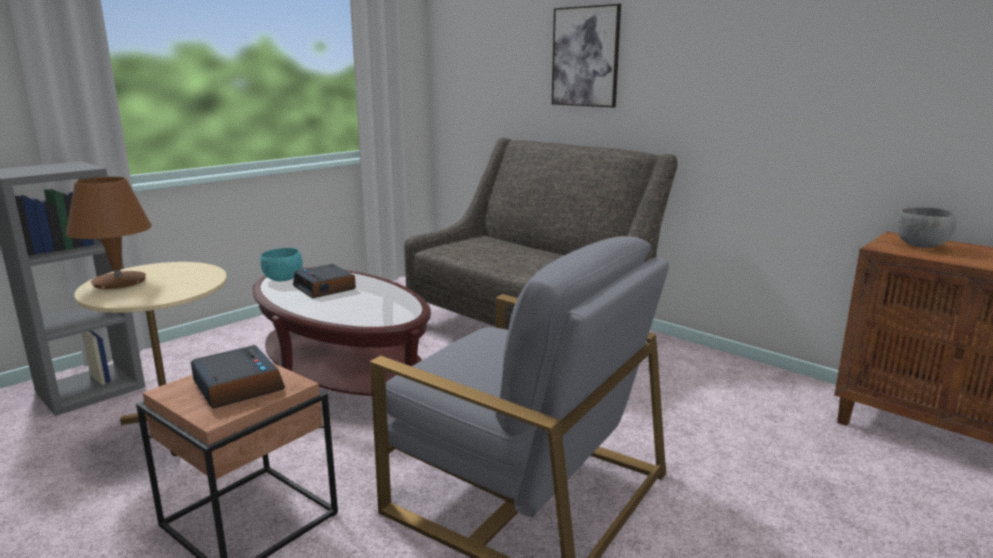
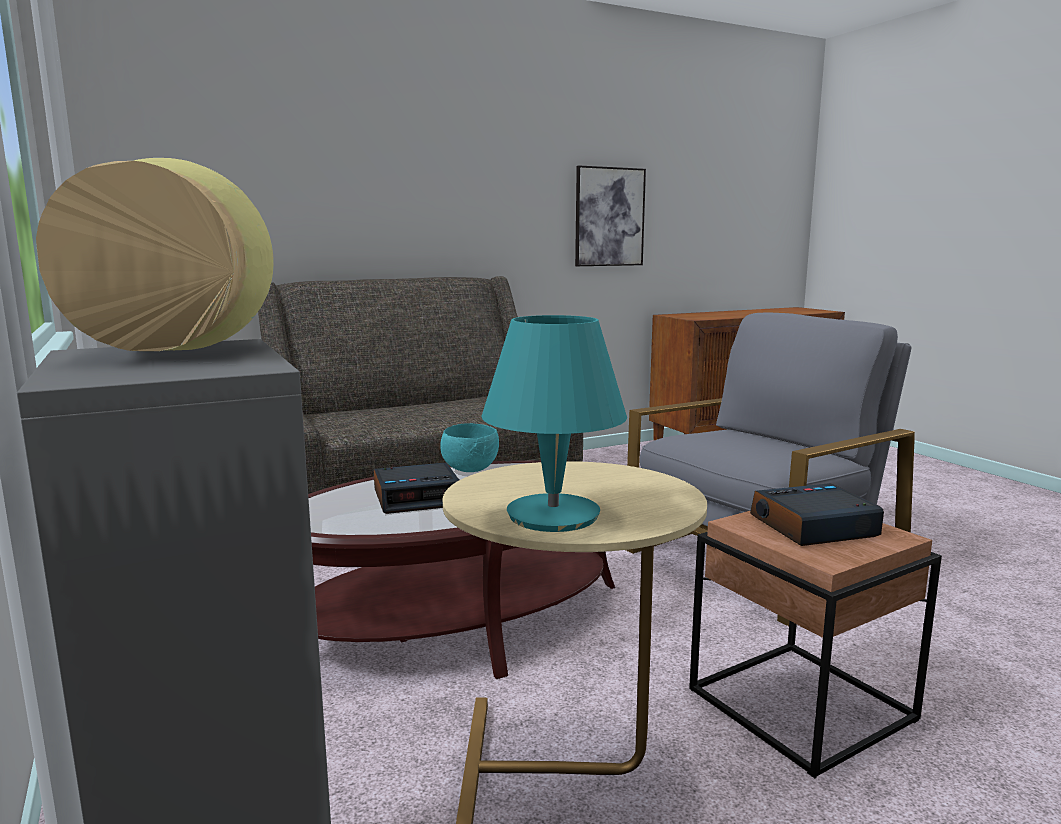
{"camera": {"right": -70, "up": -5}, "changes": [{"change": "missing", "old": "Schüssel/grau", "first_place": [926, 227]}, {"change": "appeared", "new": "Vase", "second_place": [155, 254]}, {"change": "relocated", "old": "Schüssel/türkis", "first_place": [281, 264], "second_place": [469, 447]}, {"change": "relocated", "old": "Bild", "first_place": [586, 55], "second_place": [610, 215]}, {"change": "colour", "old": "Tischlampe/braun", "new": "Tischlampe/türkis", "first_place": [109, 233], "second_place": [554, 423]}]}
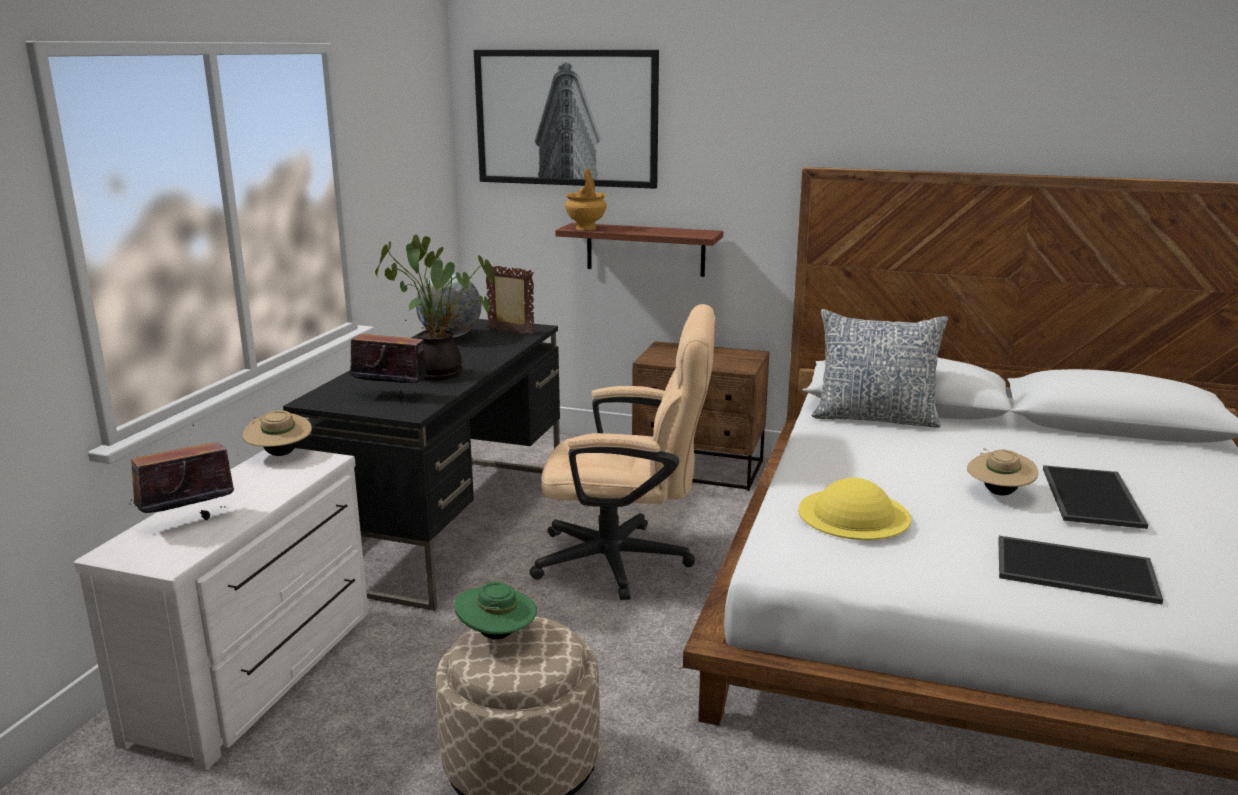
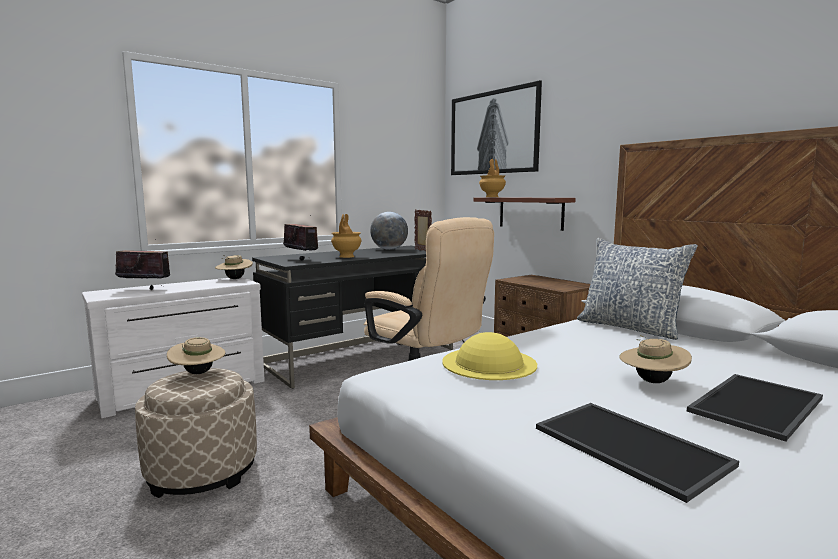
{"camera": {"right": 35, "up": -10}, "changes": [{"change": "exchanged", "old": "Topfpflanze", "new": "Vase/braun", "first_place": [435, 308], "second_place": [346, 236]}, {"change": "colour", "old": "Hut/grün", "new": "Hut/beige", "first_place": [495, 610], "second_place": [196, 355]}]}
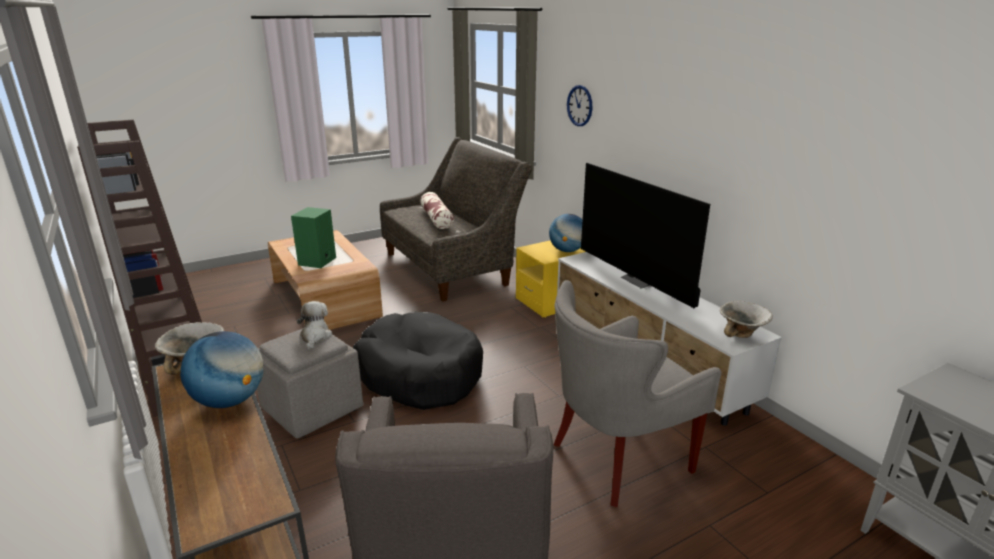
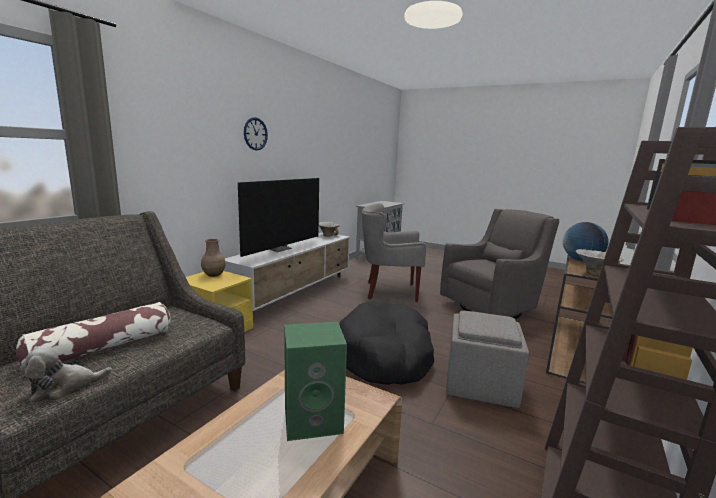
{"camera": {"right": -120, "up": -10}, "changes": [{"change": "relocated", "old": "Plüschtier", "first_place": [314, 325], "second_place": [65, 374]}, {"change": "relocated", "old": "Wanduhr", "first_place": [579, 105], "second_place": [256, 134]}, {"change": "exchanged", "old": "Globus", "new": "Vase/braun", "first_place": [565, 233], "second_place": [213, 258]}, {"change": "spun", "old": "Sessel/grau", "first_place": [637, 393], "second_place": [394, 252], "degrees": 150}]}
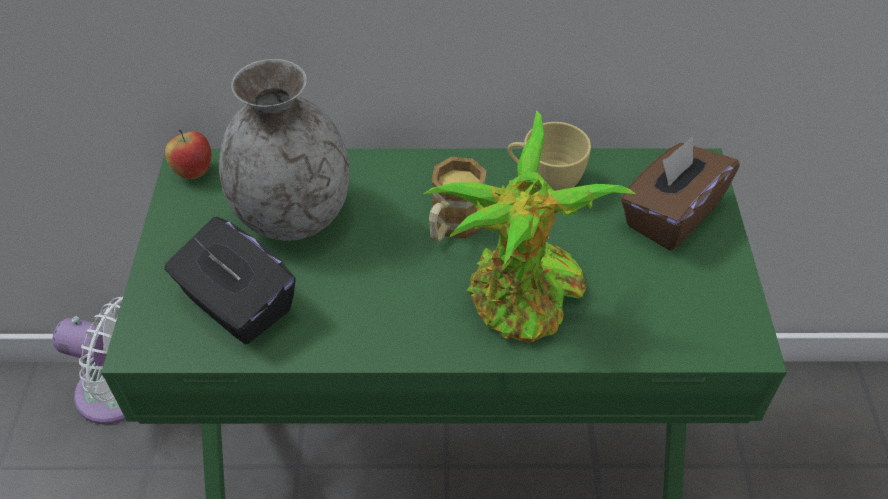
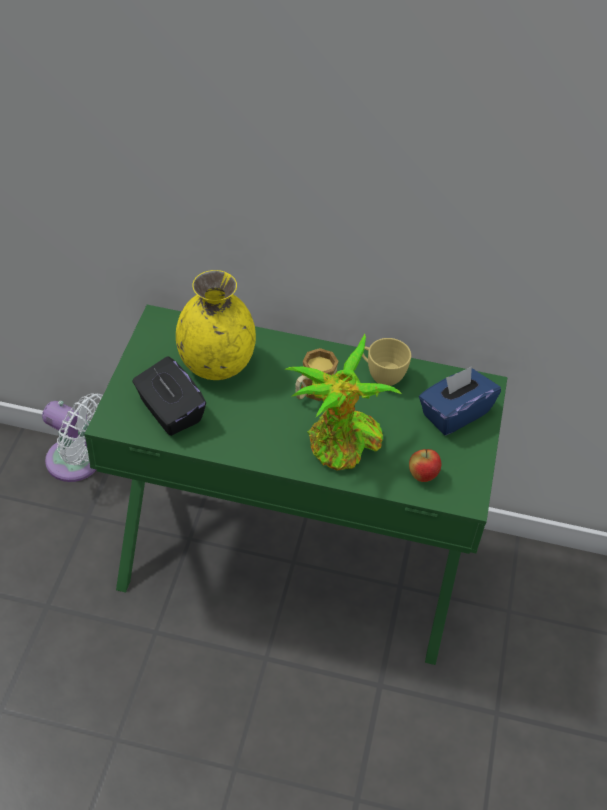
{"camera": {"right": 10, "up": 0}, "changes": [{"change": "relocated", "old": "Apfel", "first_place": [188, 154], "second_place": [425, 465]}, {"change": "colour", "old": "Vase/grau", "new": "Vase/gelb", "first_place": [284, 150], "second_place": [216, 325]}, {"change": "colour", "old": "Taschentuchbox/braun", "new": "Taschentuchbox/blau", "first_place": [680, 193], "second_place": [460, 400]}]}
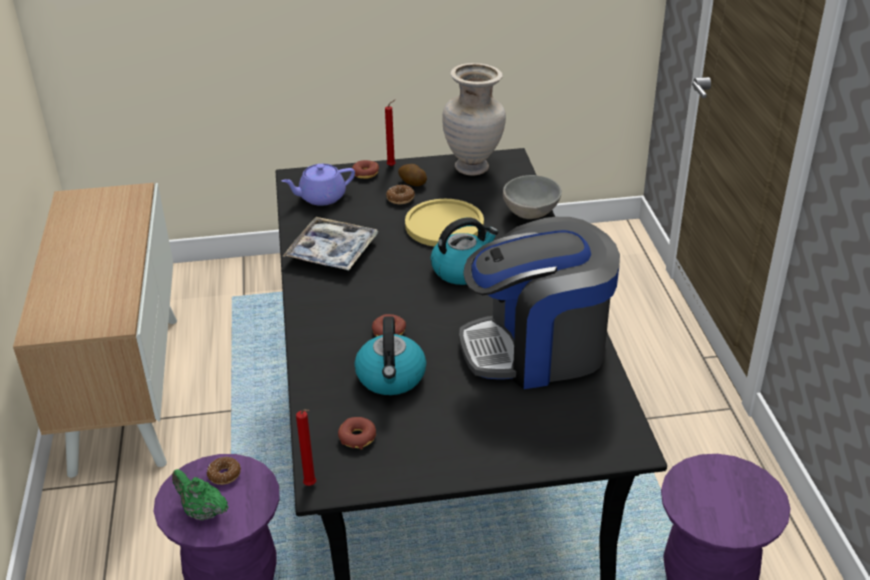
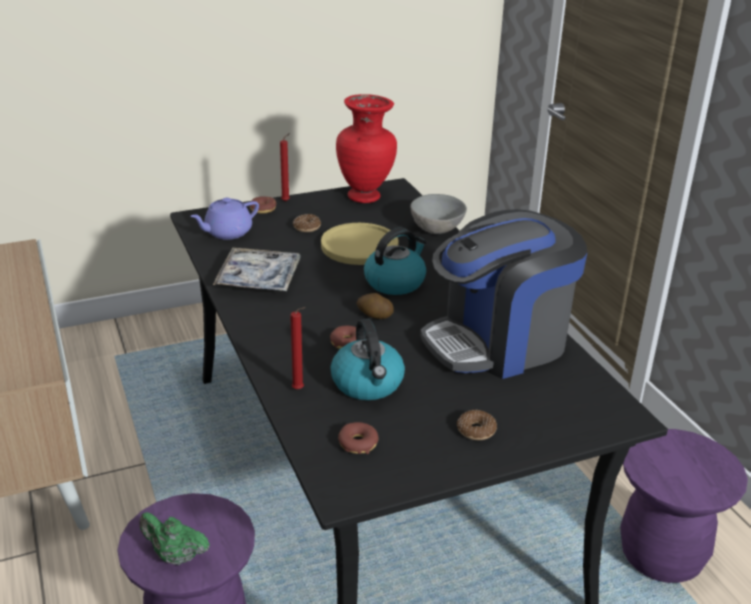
{"camera": {"right": -15, "up": -5}, "changes": [{"change": "relocated", "old": "Donut", "first_place": [224, 470], "second_place": [477, 425]}, {"change": "relocated", "old": "Kerze/rot", "first_place": [306, 447], "second_place": [297, 348]}, {"change": "relocated", "old": "Kartoffel", "first_place": [412, 175], "second_place": [375, 306]}, {"change": "colour", "old": "Vase/beige", "new": "Vase/rot", "first_place": [474, 119], "second_place": [366, 148]}]}
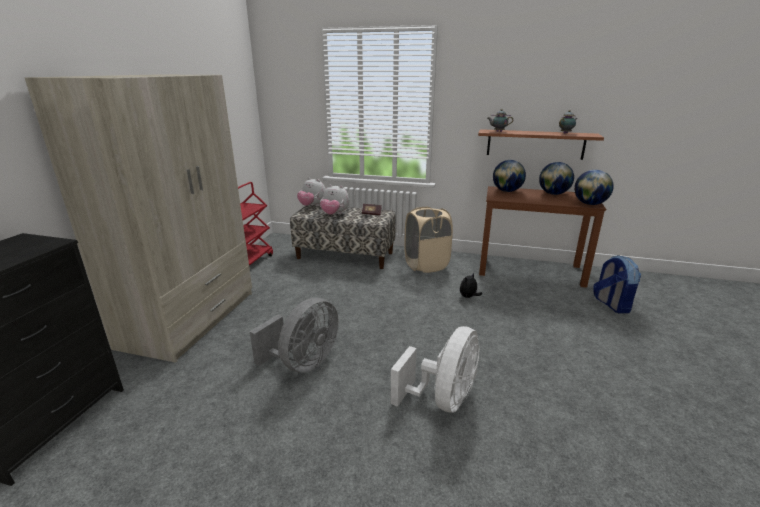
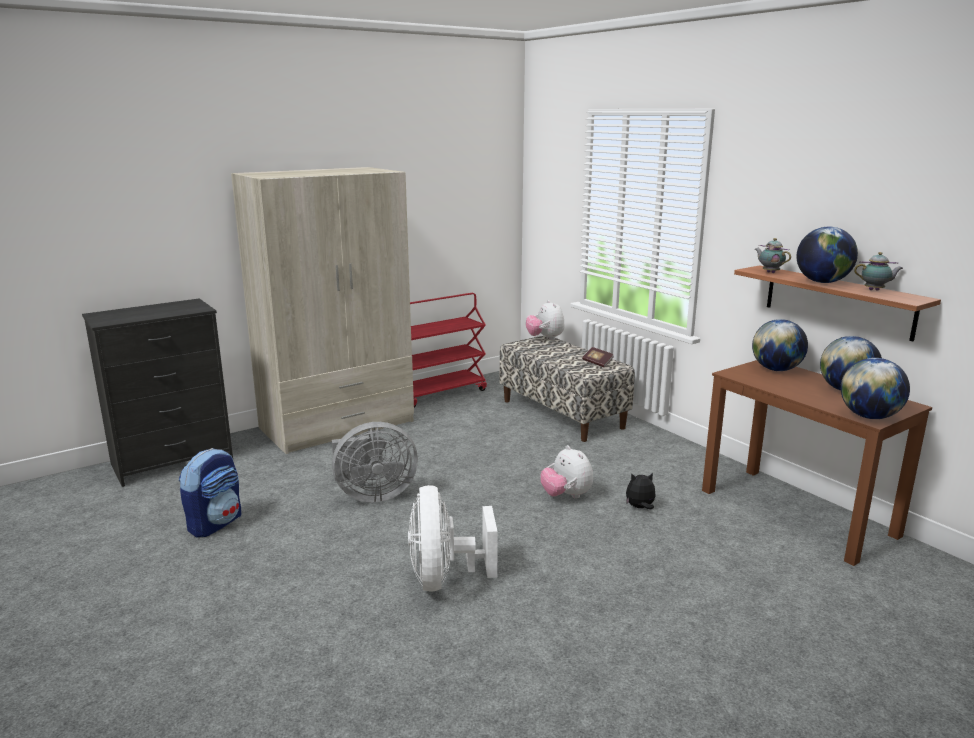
{"camera": {"right": 40, "up": -5}, "changes": [{"change": "missing", "old": "Wäschekorb/beige", "first_place": [428, 239]}, {"change": "appeared", "new": "Globus", "second_place": [827, 255]}, {"change": "relocated", "old": "Plüschtier", "first_place": [334, 199], "second_place": [566, 471]}, {"change": "relocated", "old": "Rucksack", "first_place": [617, 284], "second_place": [210, 493]}, {"change": "spun", "old": "Ventilator/weiß", "first_place": [435, 369], "second_place": [453, 538], "degrees": 105}]}
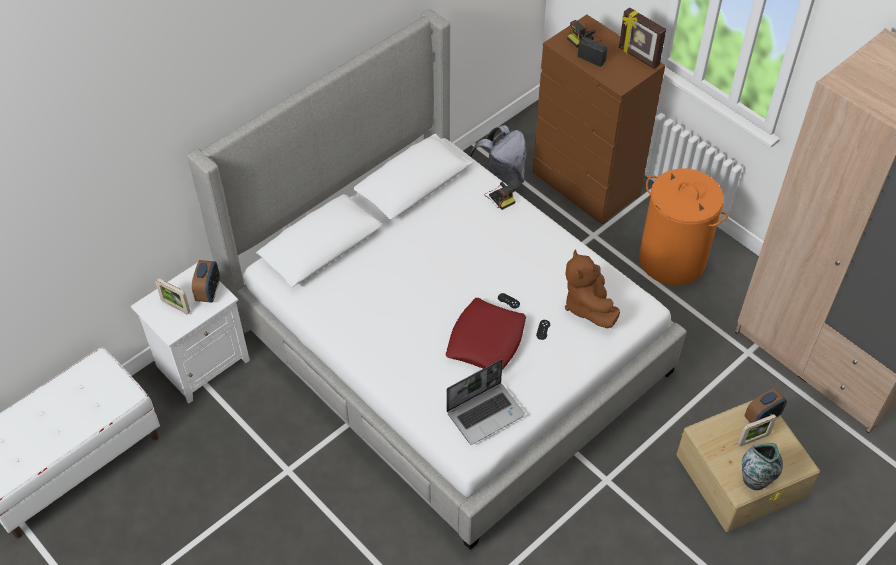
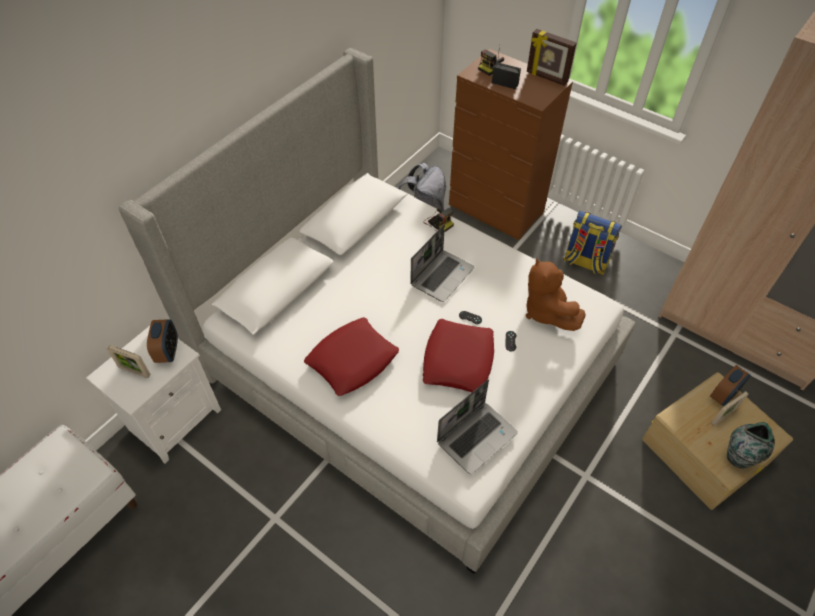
{"camera": {"right": -10, "up": 0}, "changes": [{"change": "appeared", "new": "Kissen/rot", "second_place": [351, 356]}, {"change": "appeared", "new": "Laptop", "second_place": [442, 263]}, {"change": "exchanged", "old": "Wäschekorb/orange", "new": "Rucksack", "first_place": [683, 227], "second_place": [593, 243]}]}
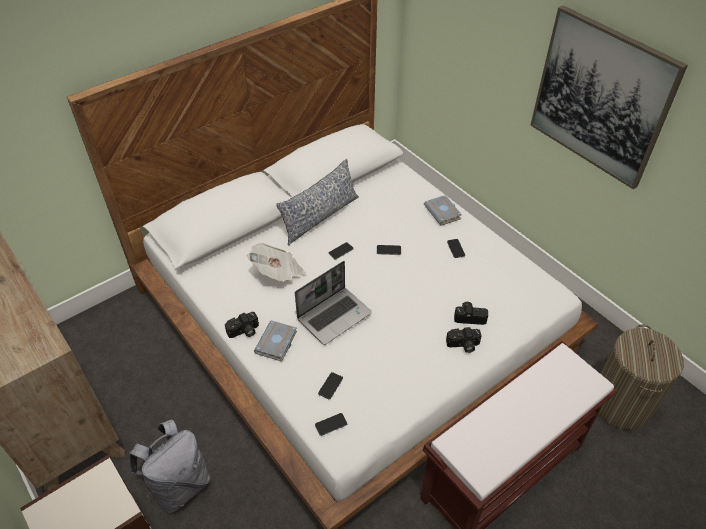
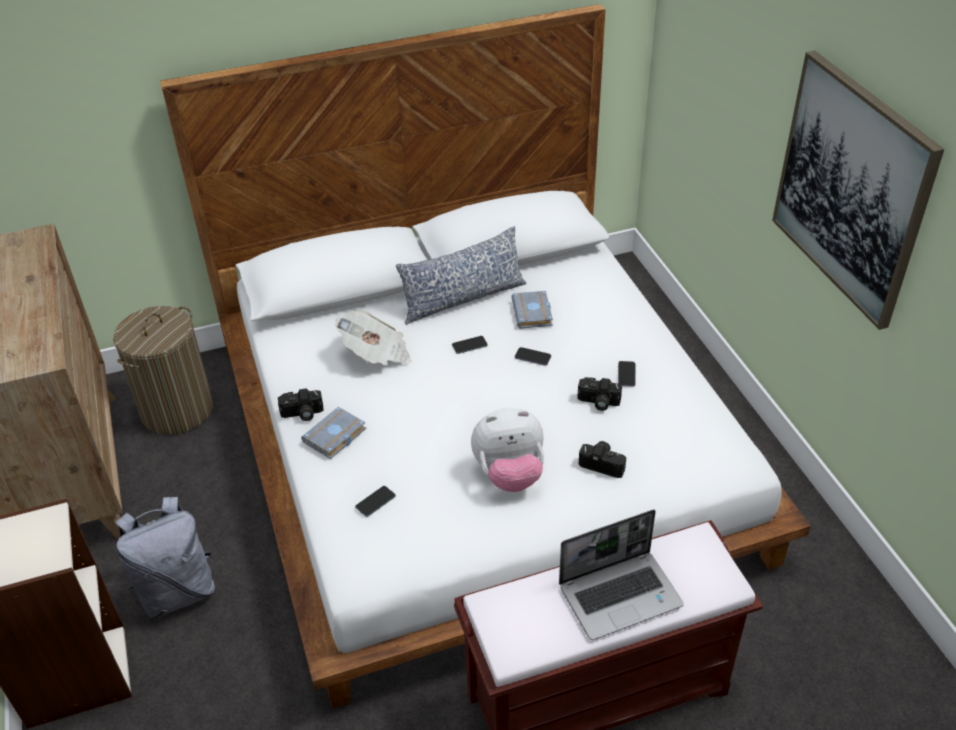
{"camera": {"right": 20, "up": -5}, "changes": [{"change": "missing", "old": "Handy", "first_place": [331, 424]}, {"change": "appeared", "new": "Plüschtier", "second_place": [507, 450]}, {"change": "relocated", "old": "Laptop", "first_place": [333, 303], "second_place": [621, 574]}, {"change": "relocated", "old": "Buch/grau", "first_place": [443, 210], "second_place": [532, 310]}, {"change": "relocated", "old": "Kamera", "first_place": [463, 340], "second_place": [599, 394]}, {"change": "relocated", "old": "Wäschekorb", "first_place": [641, 377], "second_place": [163, 370]}]}
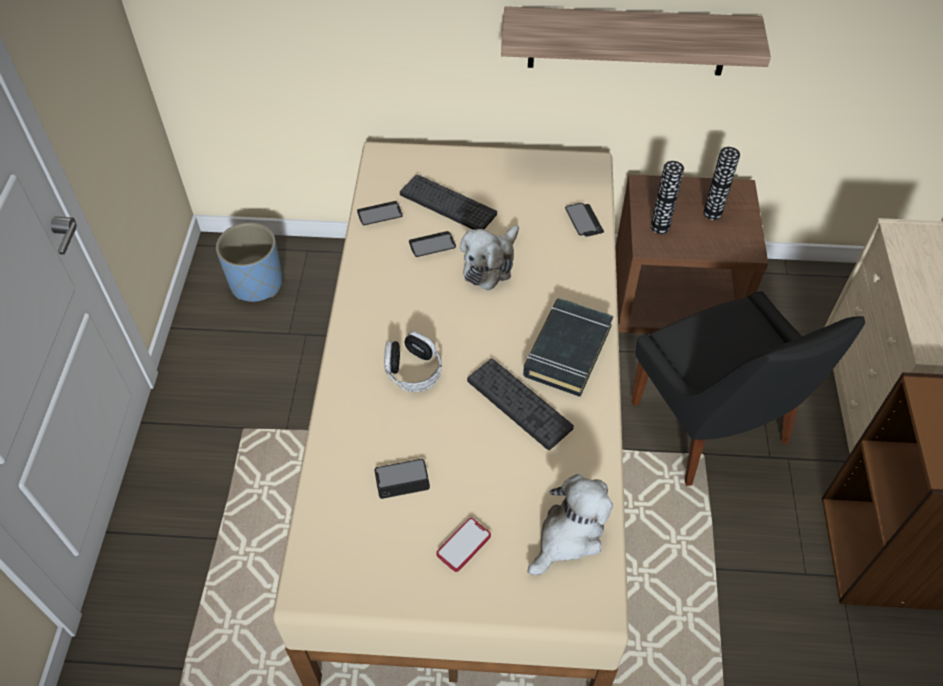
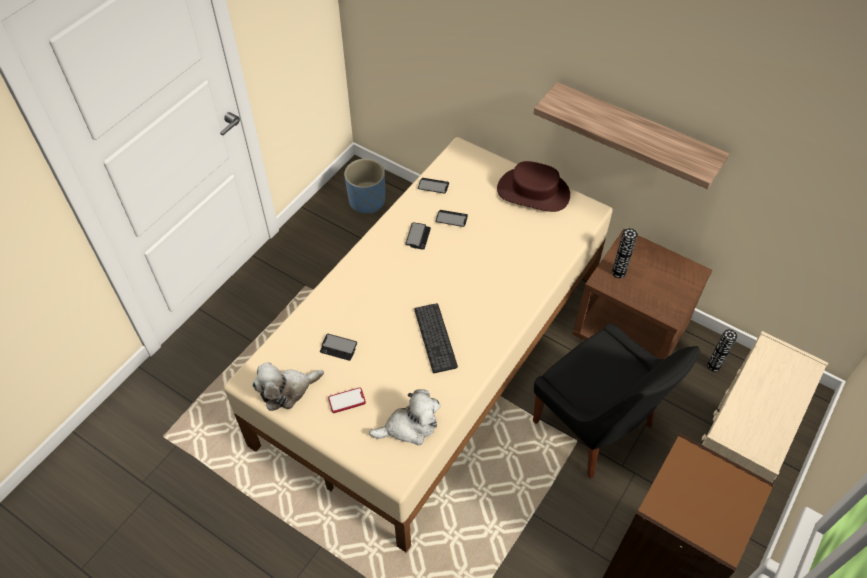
{"camera": {"right": 30, "up": 0}, "changes": [{"change": "missing", "old": "Kopfhörer", "first_place": [413, 361]}, {"change": "missing", "old": "Tastatur", "first_place": [448, 202]}, {"change": "missing", "old": "Buch/schwarz", "first_place": [568, 347]}, {"change": "appeared", "new": "Hut/braun", "second_place": [533, 186]}, {"change": "relocated", "old": "Plüschtier", "first_place": [489, 258], "second_place": [288, 386]}, {"change": "relocated", "old": "Handy", "first_place": [584, 220], "second_place": [418, 236]}, {"change": "relocated", "old": "Vase", "first_place": [721, 183], "second_place": [722, 350]}, {"change": "spun", "old": "Stuhl/schwarz", "first_place": [748, 388], "second_place": [616, 401], "degrees": -45}]}
